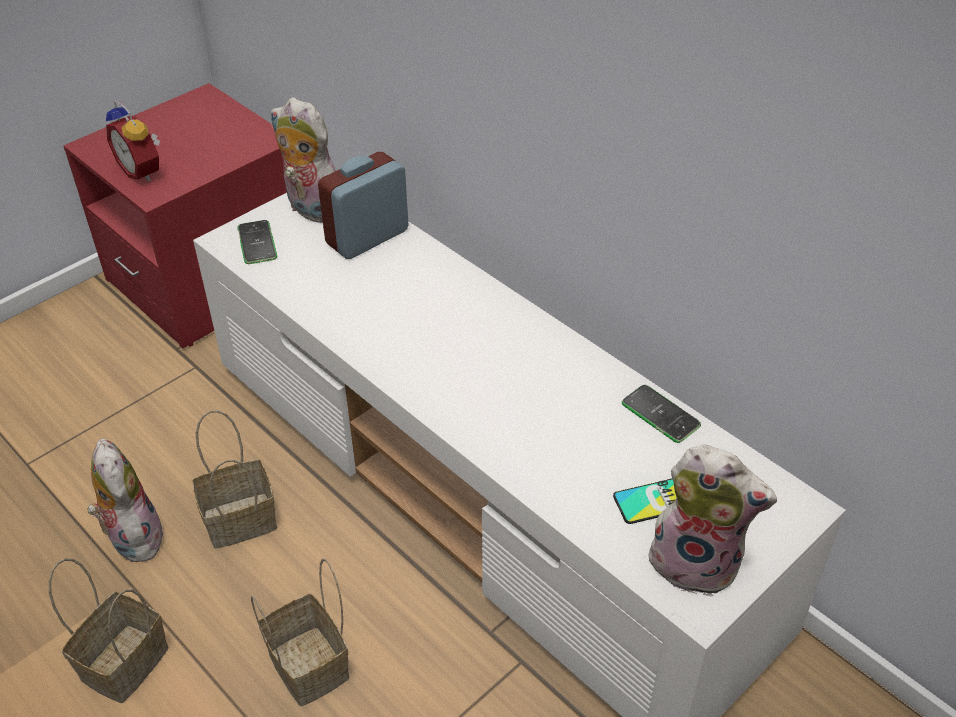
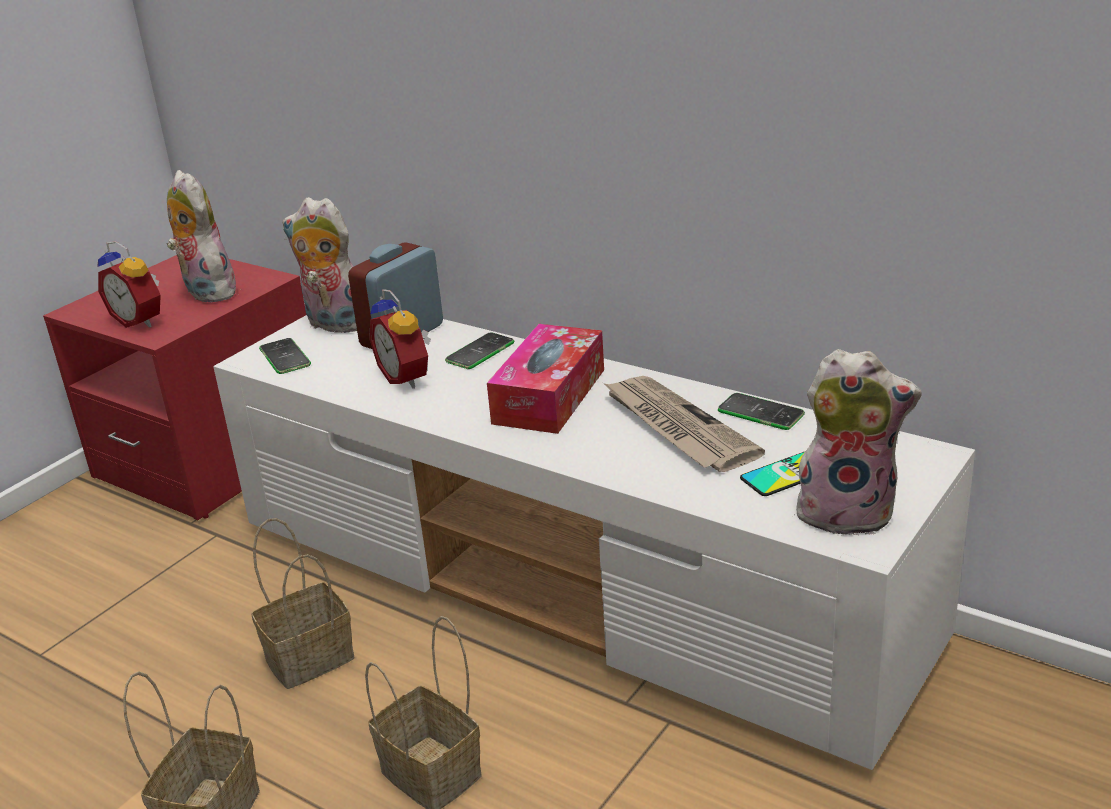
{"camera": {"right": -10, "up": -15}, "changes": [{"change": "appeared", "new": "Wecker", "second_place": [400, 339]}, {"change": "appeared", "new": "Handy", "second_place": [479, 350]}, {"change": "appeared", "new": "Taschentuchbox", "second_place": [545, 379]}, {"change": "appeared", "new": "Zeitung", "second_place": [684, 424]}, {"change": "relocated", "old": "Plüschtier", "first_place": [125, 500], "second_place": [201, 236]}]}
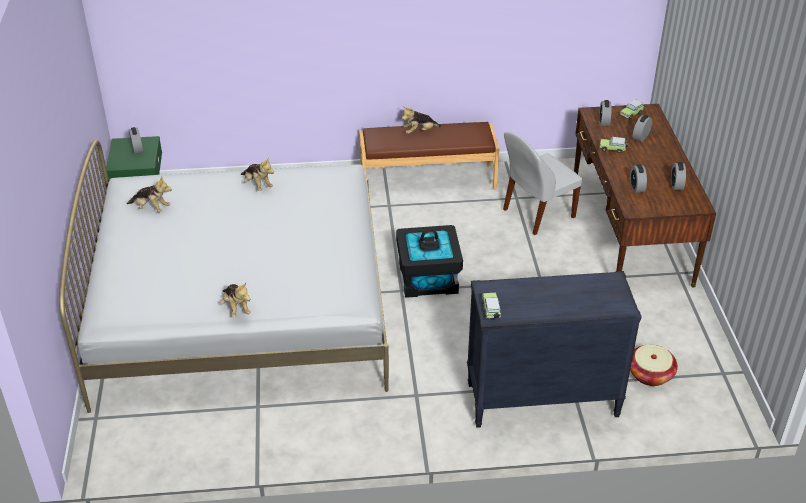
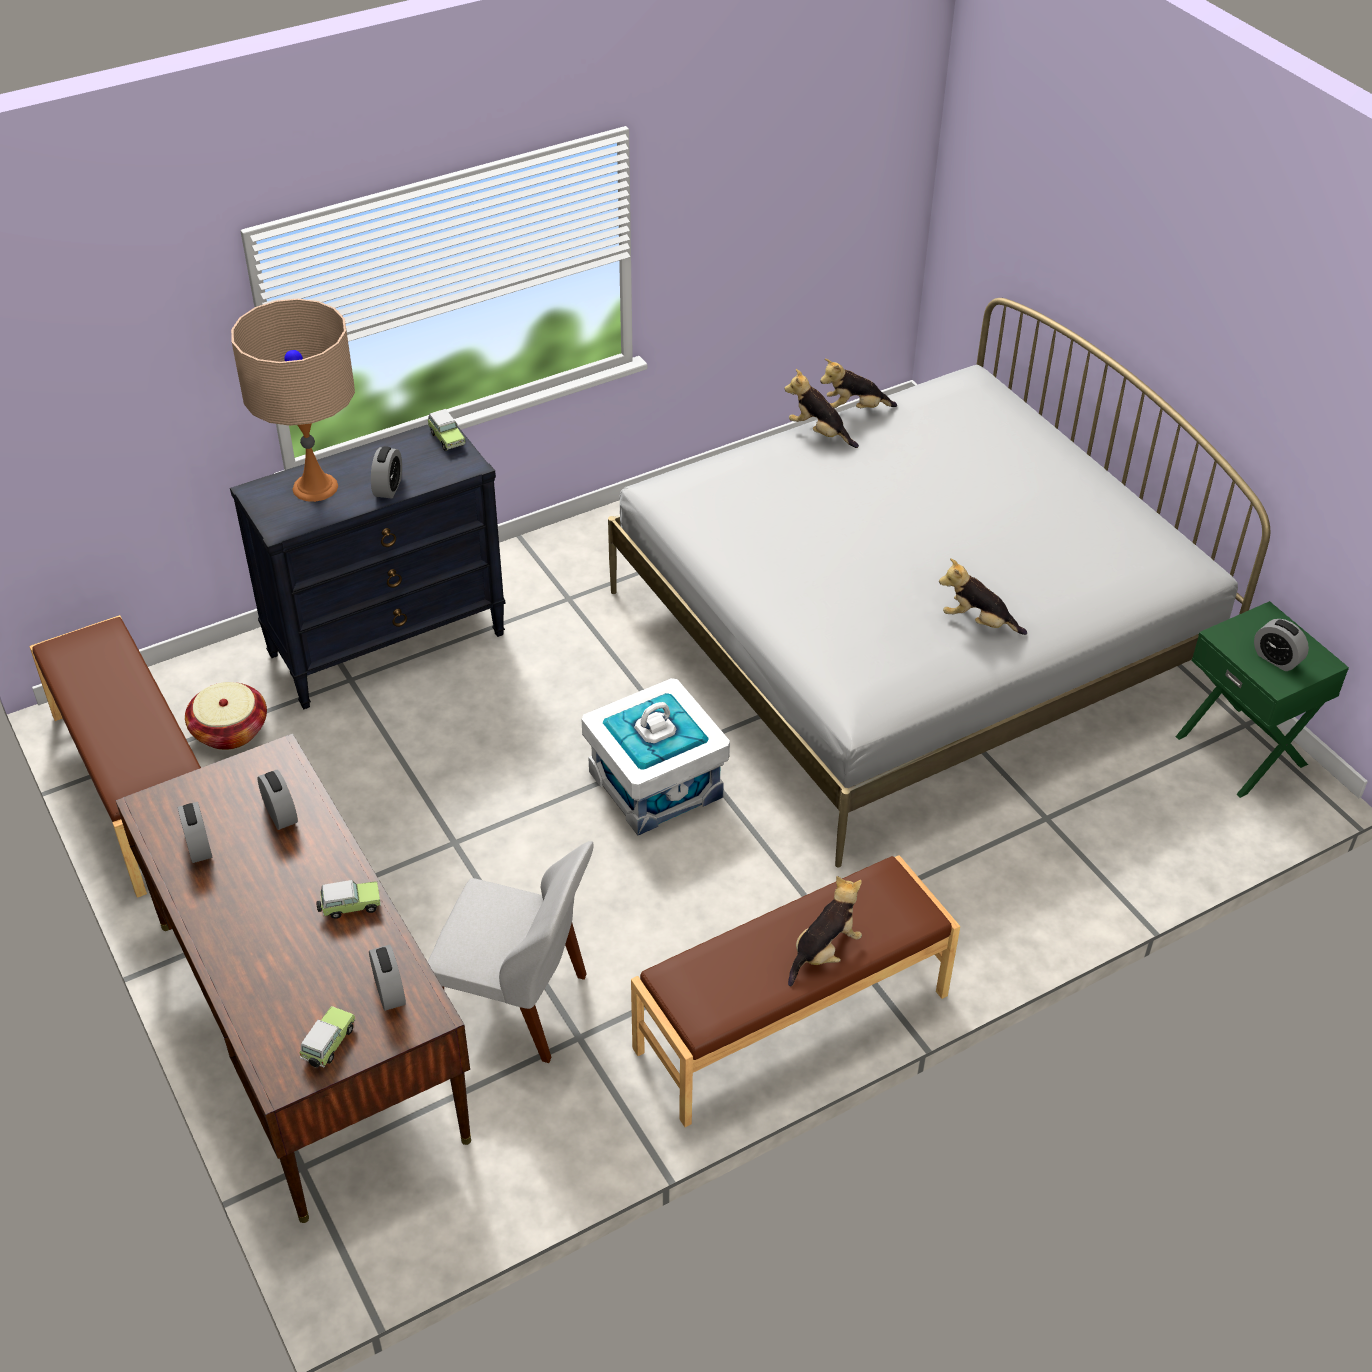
{"camera": {"right": 155, "up": 5}, "changes": [{"change": "appeared", "new": "Bank/braun", "second_place": [115, 756]}, {"change": "appeared", "new": "Tischlampe/beige", "second_place": [293, 400]}, {"change": "relocated", "old": "Plüschtier", "first_place": [149, 194], "second_place": [858, 383]}, {"change": "relocated", "old": "Wecker", "first_place": [642, 128], "second_place": [386, 472]}, {"change": "colour", "old": "Aufbewahrungsbox/schwarz", "new": "Aufbewahrungsbox/weiß", "first_place": [429, 261], "second_place": [656, 756]}, {"change": "spun", "old": "Stuhl/weiß", "first_place": [542, 183], "second_place": [510, 952], "degrees": 75}]}
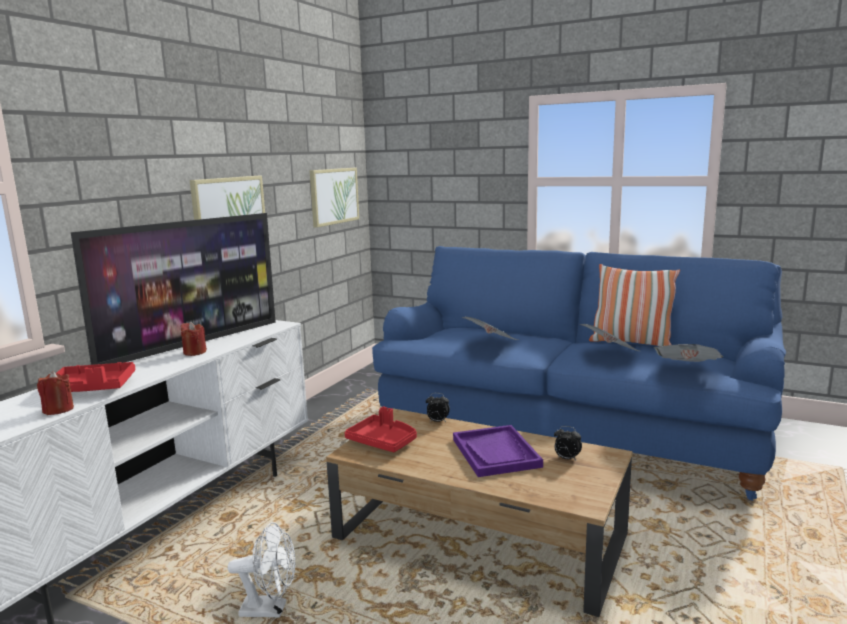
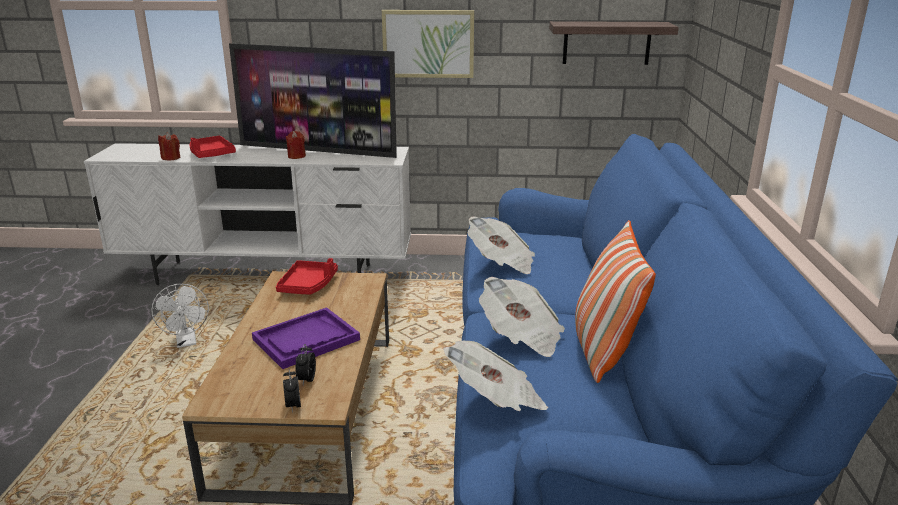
{"camera": {"right": 65, "up": 10}, "changes": [{"change": "relocated", "old": "Wecker", "first_place": [438, 407], "second_place": [292, 391]}, {"change": "exchanged", "old": "Bild", "new": "Wandregal", "first_place": [334, 198], "second_place": [614, 43]}]}
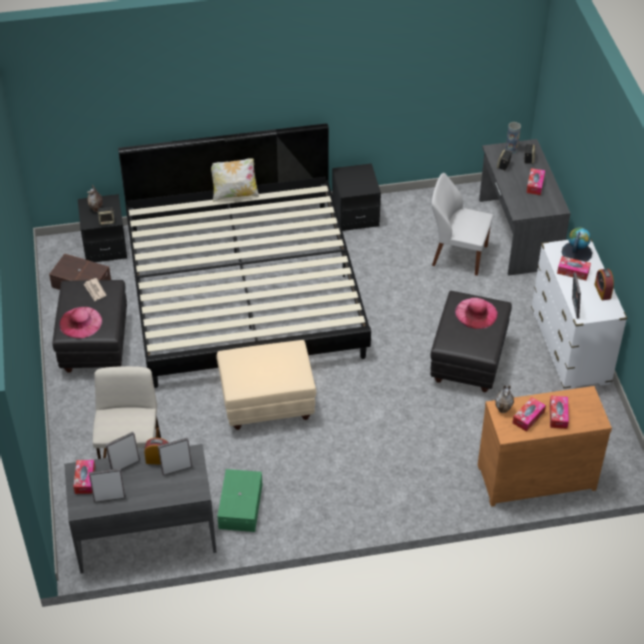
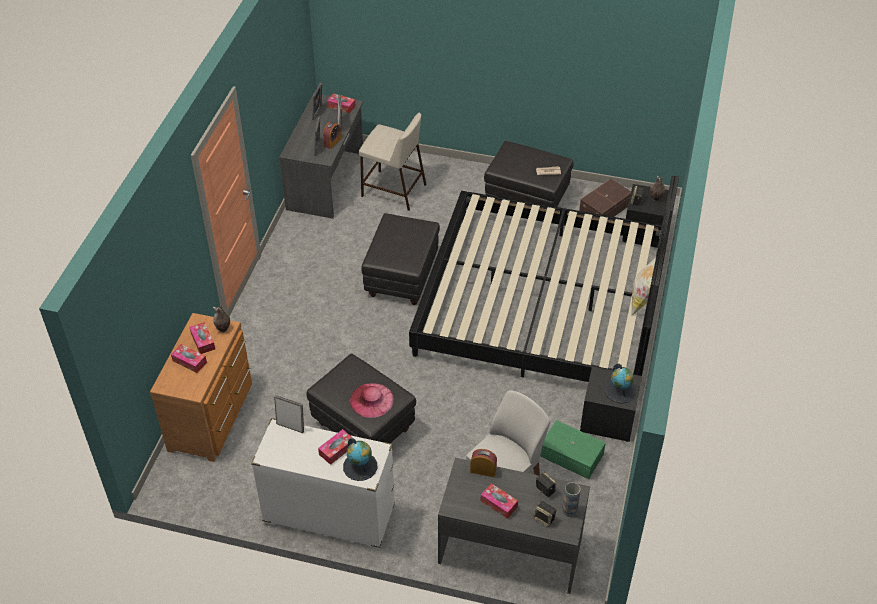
{"camera": {"right": 115, "up": 0}, "changes": [{"change": "missing", "old": "Hut/rosa", "first_place": [80, 322]}, {"change": "appeared", "new": "Globus", "second_place": [620, 383]}, {"change": "relocated", "old": "Aufbewahrungsbox/grün", "first_place": [239, 500], "second_place": [573, 449]}, {"change": "relocated", "old": "Wecker", "first_place": [604, 284], "second_place": [483, 463]}, {"change": "colour", "old": "Polsterhocker/beige", "new": "Polsterhocker/schwarz", "first_place": [266, 385], "second_place": [400, 259]}]}
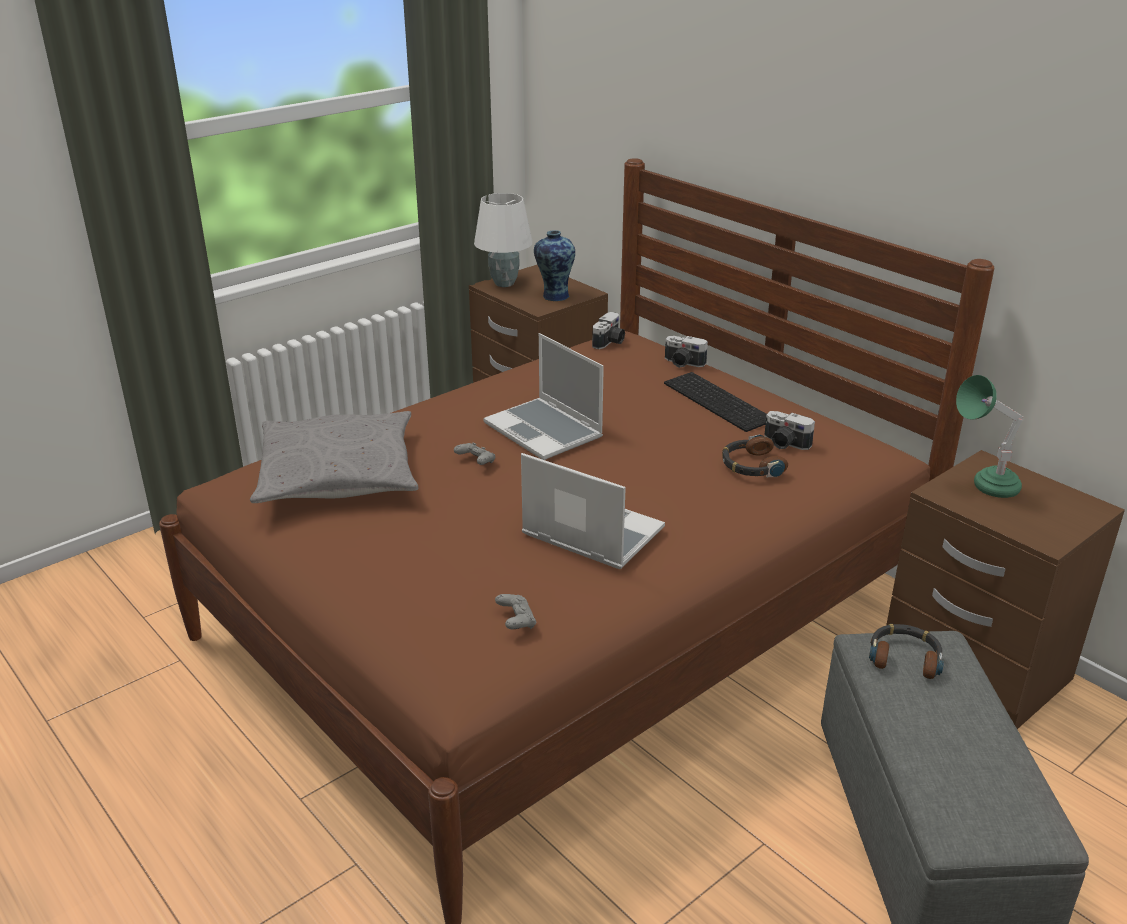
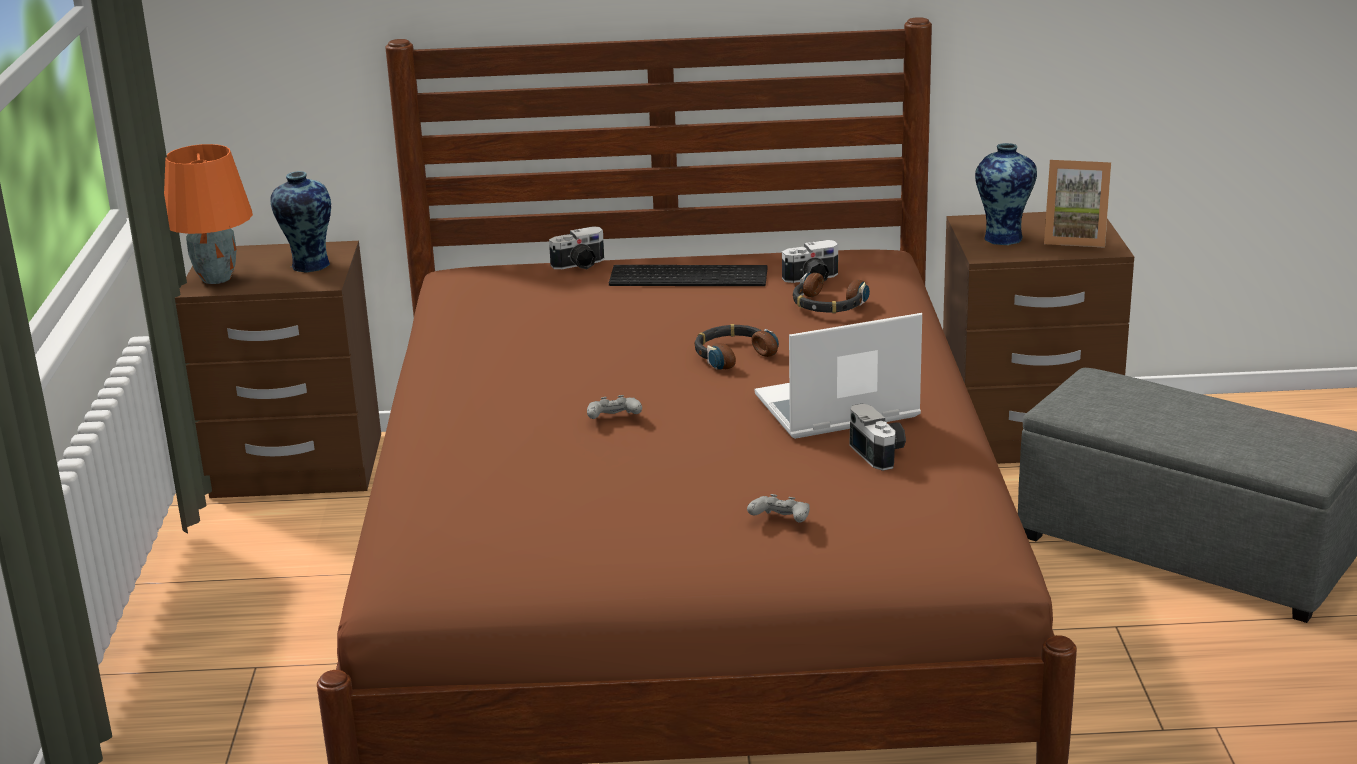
{"camera": {"right": -50, "up": -5}, "changes": [{"change": "missing", "old": "Kissen/grau", "first_place": [334, 457]}, {"change": "missing", "old": "Laptop", "first_place": [543, 396]}, {"change": "appeared", "new": "Bilderrahmen", "second_place": [1077, 204]}, {"change": "relocated", "old": "Gamepad/grau", "first_place": [515, 611], "second_place": [778, 508]}, {"change": "relocated", "old": "Kamera", "first_place": [608, 330], "second_place": [877, 437]}, {"change": "relocated", "old": "Kopfhörer", "first_place": [906, 651], "second_place": [737, 347]}, {"change": "exchanged", "old": "Tischlampe/grün", "new": "Vase", "first_place": [989, 436], "second_place": [1006, 194]}, {"change": "colour", "old": "Tischlampe/weiß", "new": "Tischlampe/orange", "first_place": [503, 240], "second_place": [208, 214]}]}
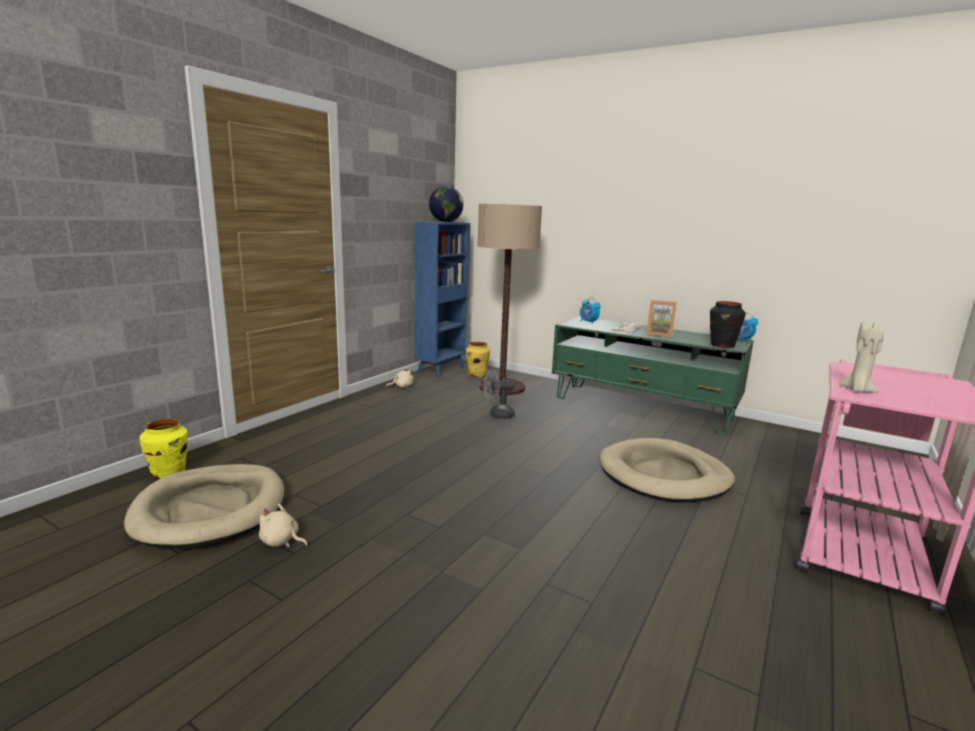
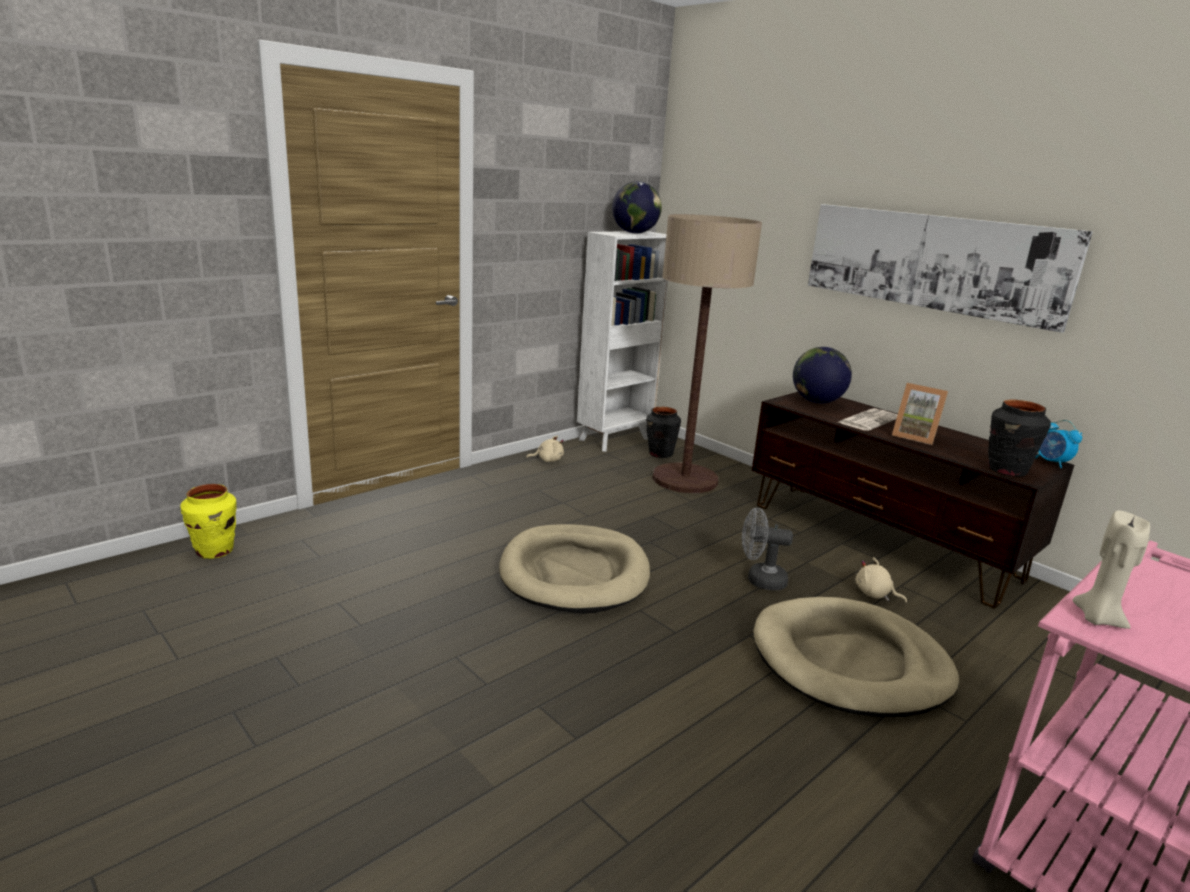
{"camera": {"right": 15, "up": 5}, "changes": [{"change": "appeared", "new": "Bild", "second_place": [950, 268]}, {"change": "relocated", "old": "Hundebett/beige", "first_place": [204, 506], "second_place": [574, 569]}, {"change": "relocated", "old": "Plüschtier/beige", "first_place": [283, 525], "second_place": [881, 580]}, {"change": "relocated", "old": "Ventilator/grau", "first_place": [499, 394], "second_place": [767, 548]}, {"change": "exchanged", "old": "Wecker", "new": "Globus", "first_place": [590, 311], "second_place": [822, 375]}, {"change": "colour", "old": "Bücherregal/blau", "new": "Bücherregal/weiß", "first_place": [442, 300], "second_place": [622, 341]}, {"change": "colour", "old": "Vase/gelb", "new": "Vase/schwarz", "first_place": [478, 359], "second_place": [663, 432]}, {"change": "colour", "old": "Fernsehschrank/grün", "new": "Fernsehschrank/braun", "first_place": [653, 376], "second_place": [913, 500]}]}
